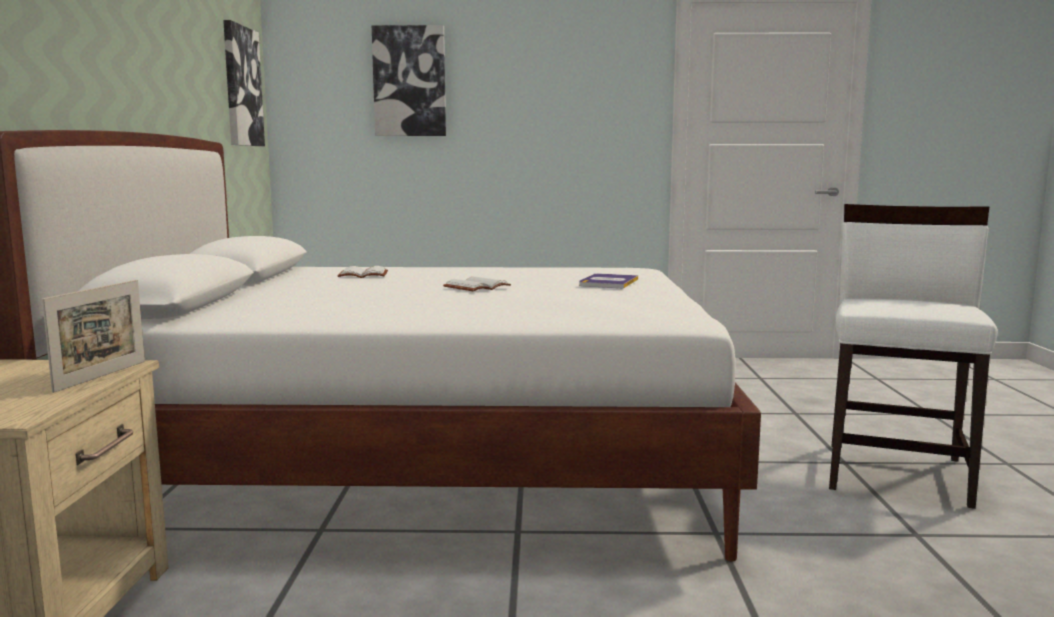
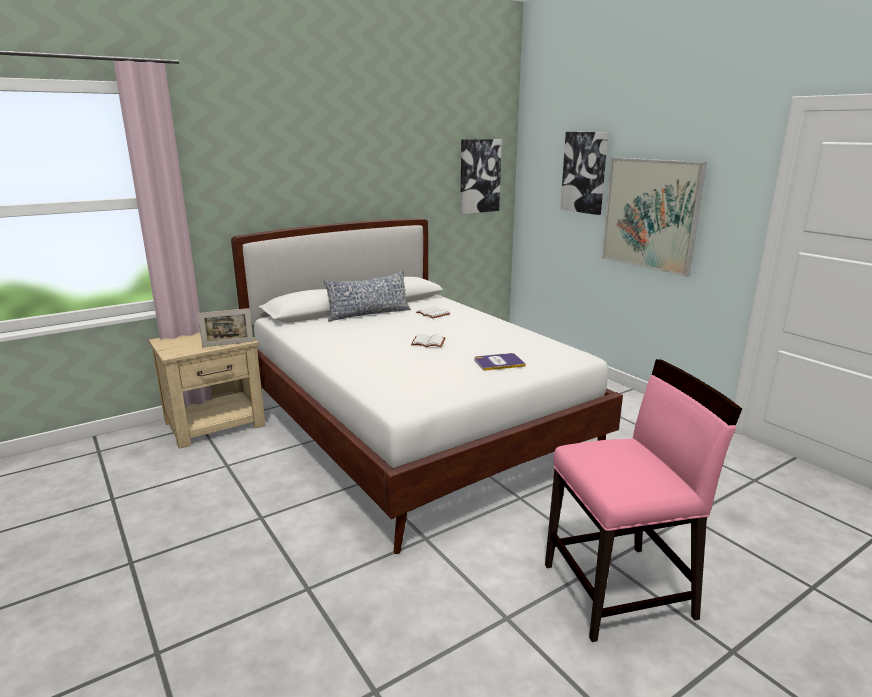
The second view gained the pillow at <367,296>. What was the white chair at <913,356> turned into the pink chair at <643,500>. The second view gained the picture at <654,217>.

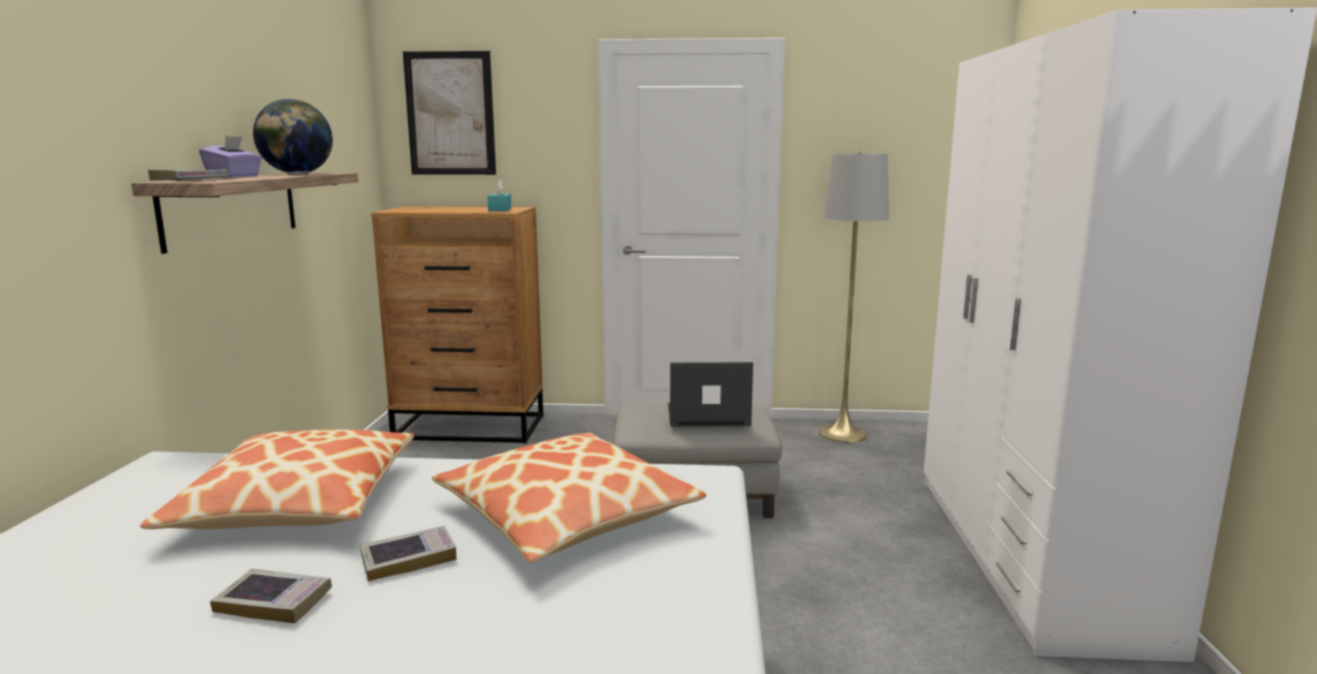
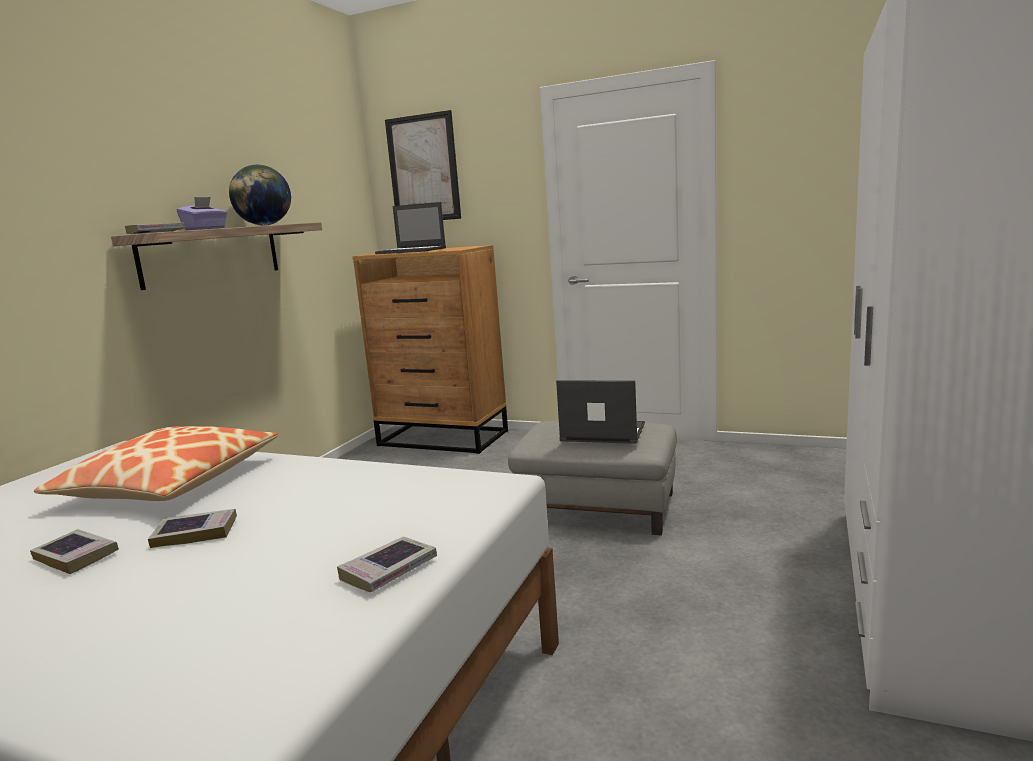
The second view gained the book at <387,564>. The second view gained the laptop at <410,228>. The second view lost the pillow at <569,497>. The second view lost the turquoise tissue box at <500,195>. The second view lost the grey floor lamp at <854,297>.

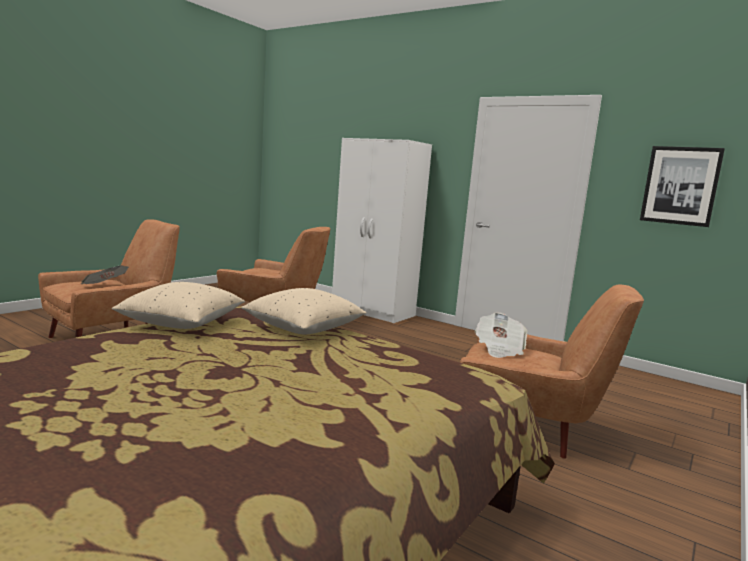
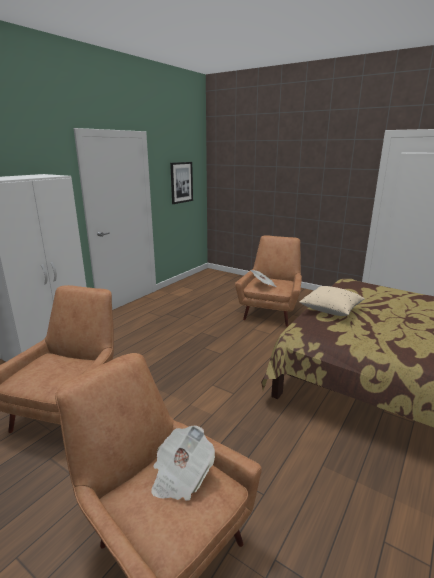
The second view lost the beige pillow at <178,305>.

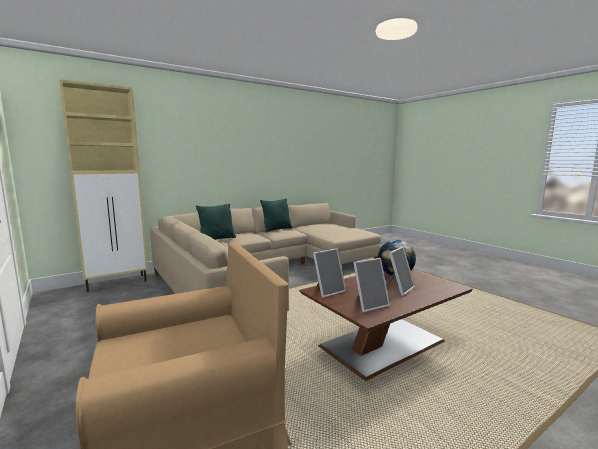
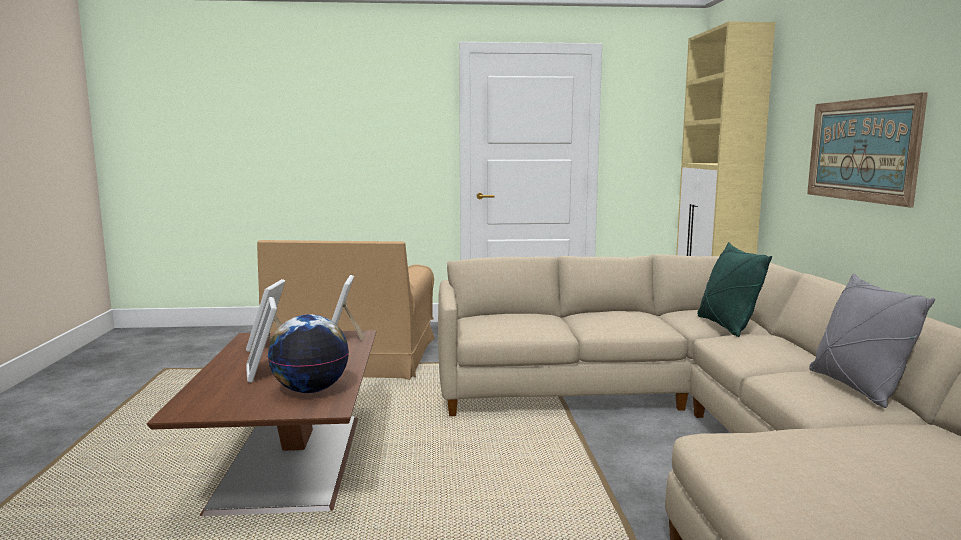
The second view gained the picture at <867,149>. What was the green pillow at <276,215> turned into the grey pillow at <872,341>.

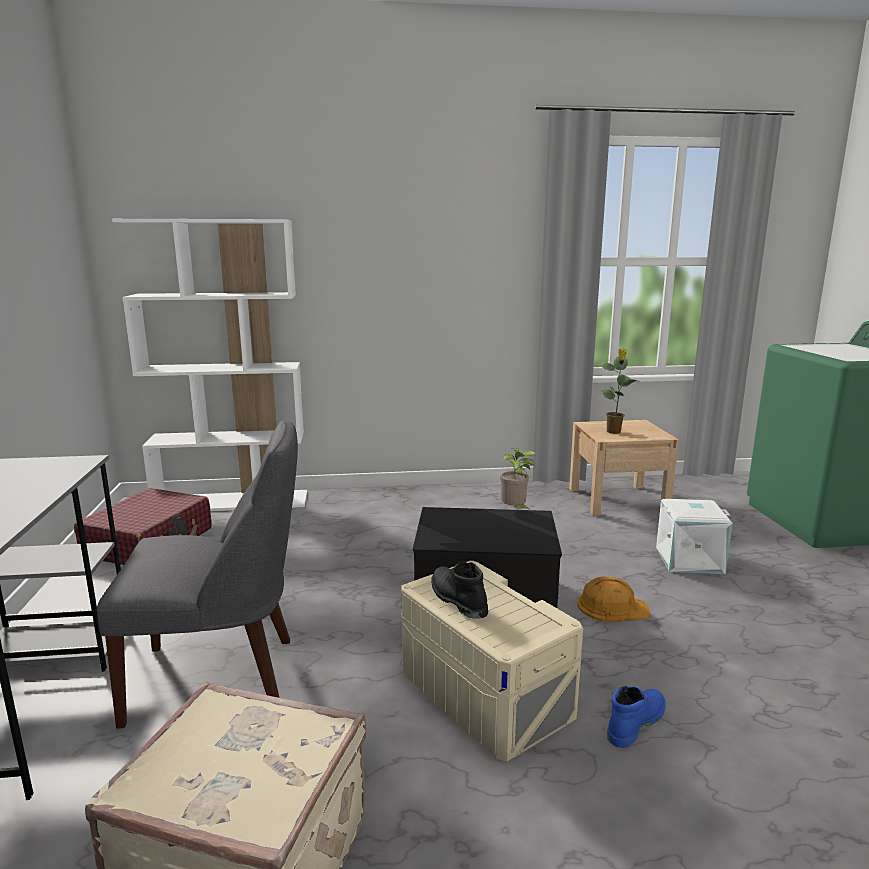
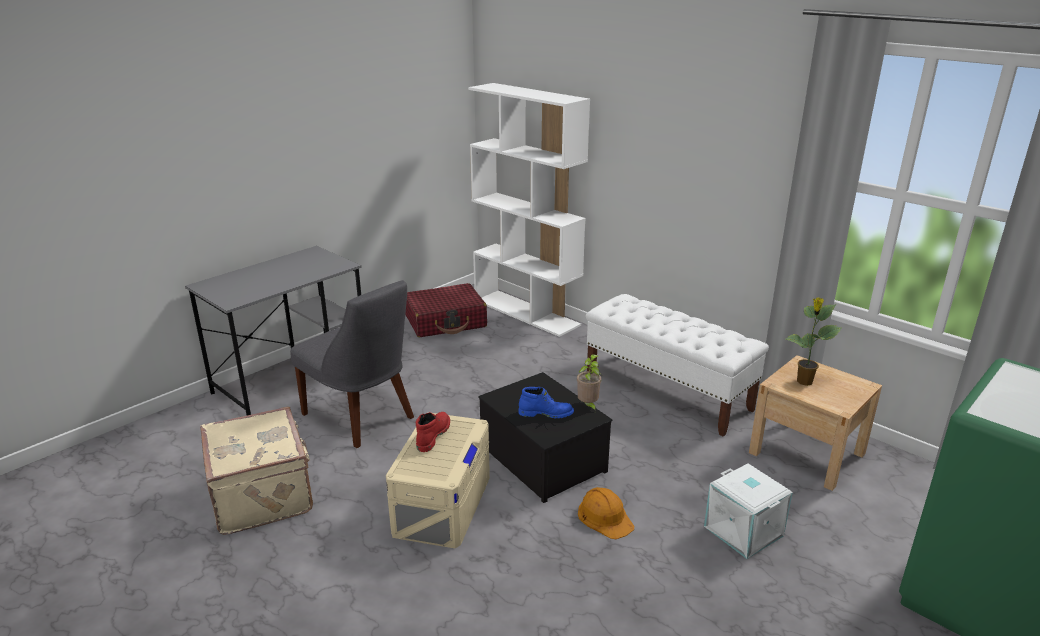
What was the black boot at <459,590> turned into the red boot at <433,432>. The blue boot ended up elsewhere, having gone from <636,717> to <546,403>. The second view gained the white bench at <677,365>.

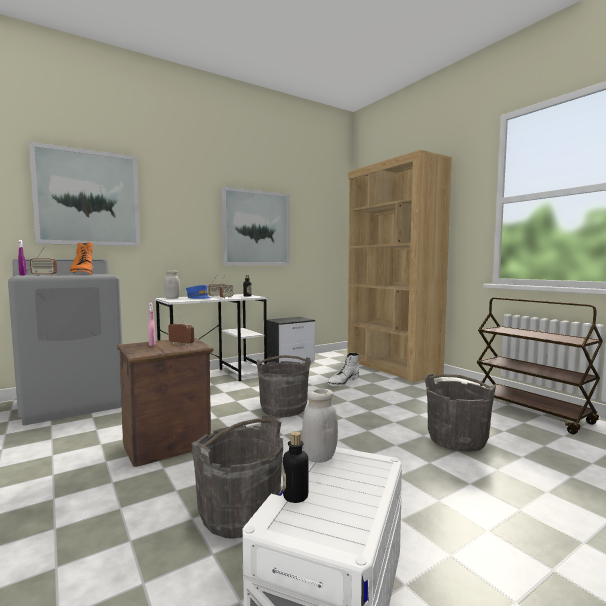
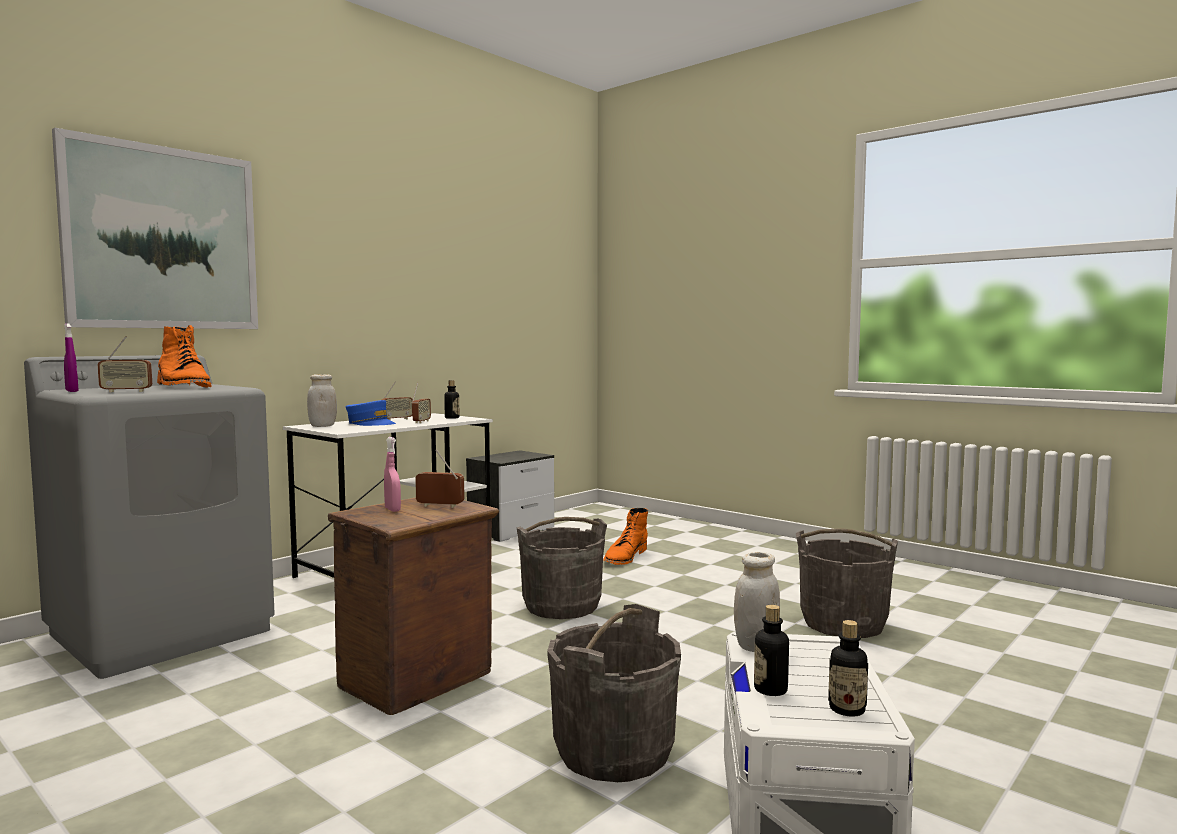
What was the white boot at <343,369> turned into the orange boot at <625,536>. The second view gained the bottle at <848,668>. The second view lost the picture at <255,226>. The second view lost the brown bookcase at <399,266>. The second view lost the brown cart at <540,366>.

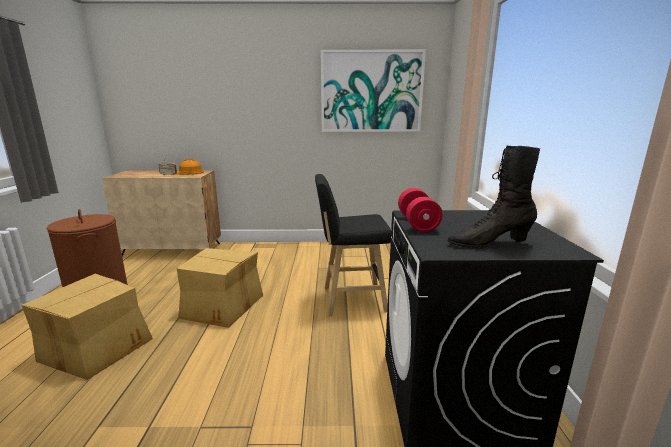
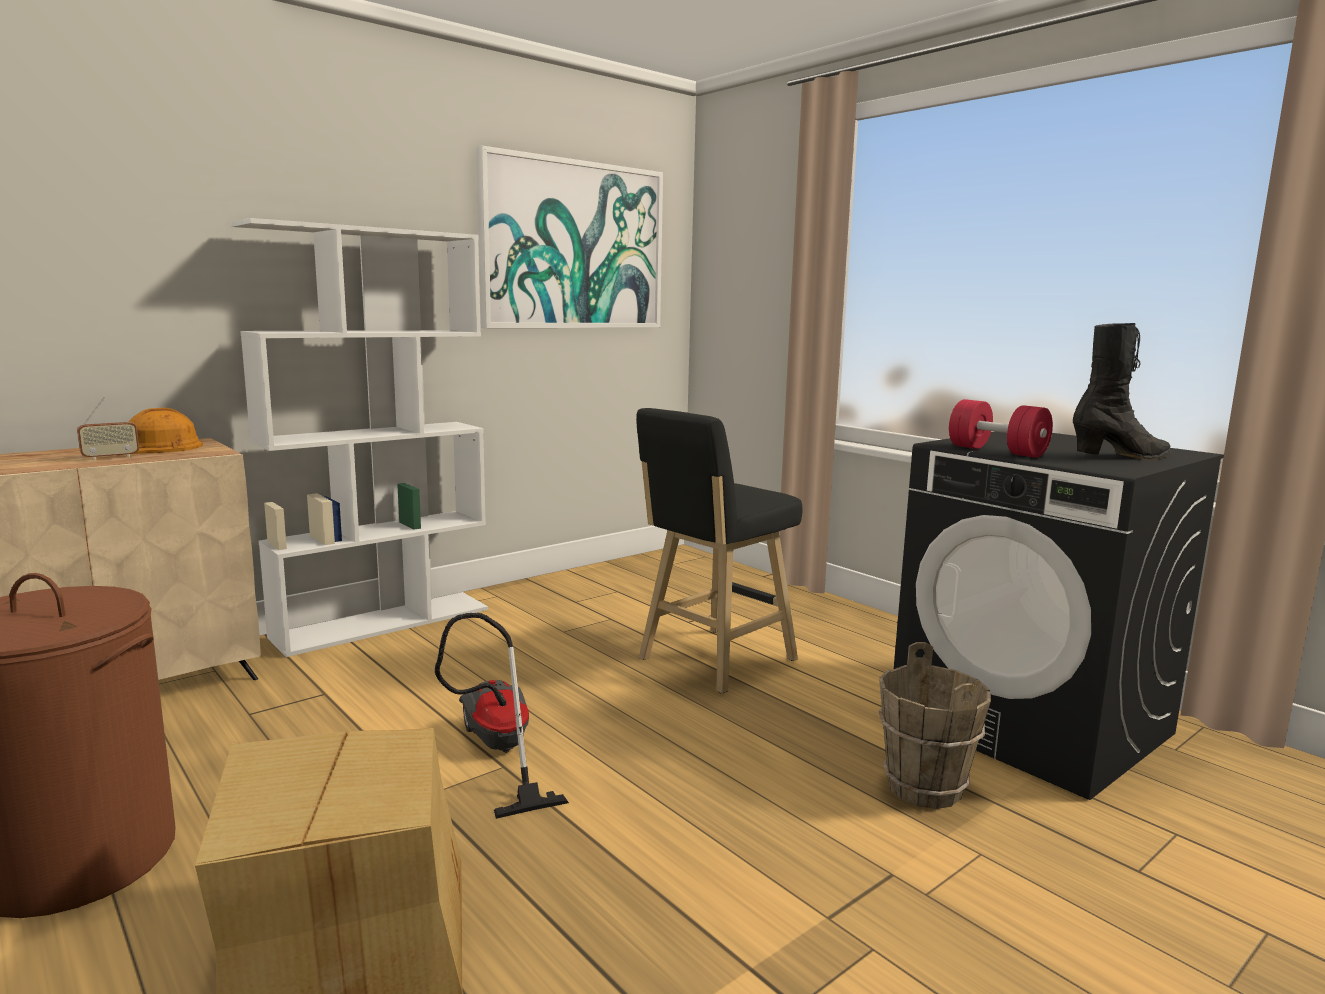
The second view gained the white bookcase at <359,437>. Where the cardboard box stood at <220,288>, the vacuum cleaner came to stand at <502,716>. The second view gained the brown bucket at <934,725>. The black boot at <493,196> ended up facing another way, 150 degrees counterclockwise from before.

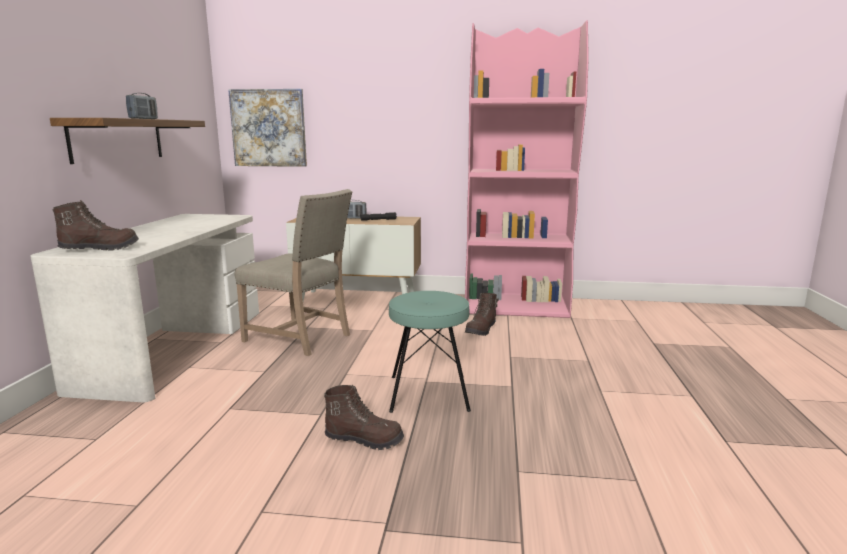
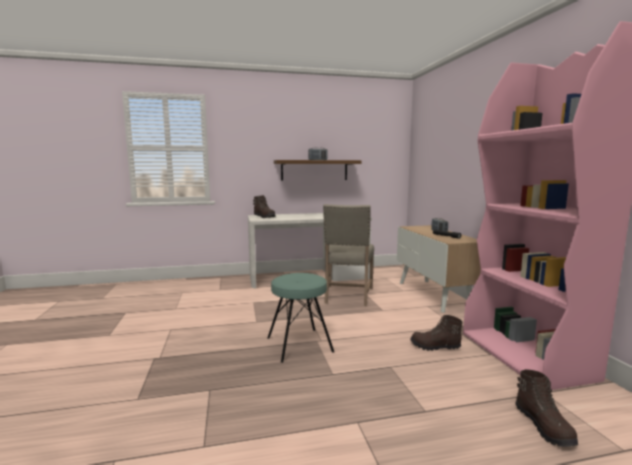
The brown boot ended up elsewhere, having gone from <364,417> to <546,408>. The second view lost the picture at <267,128>.

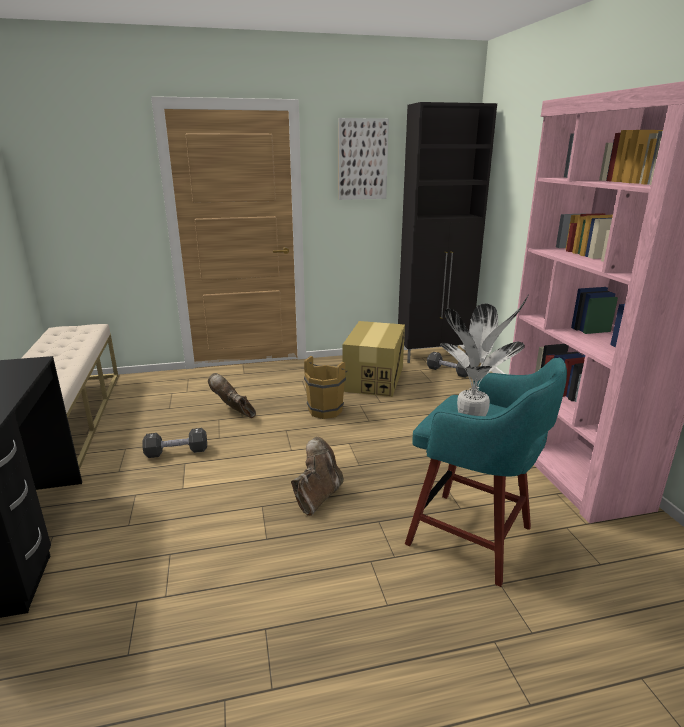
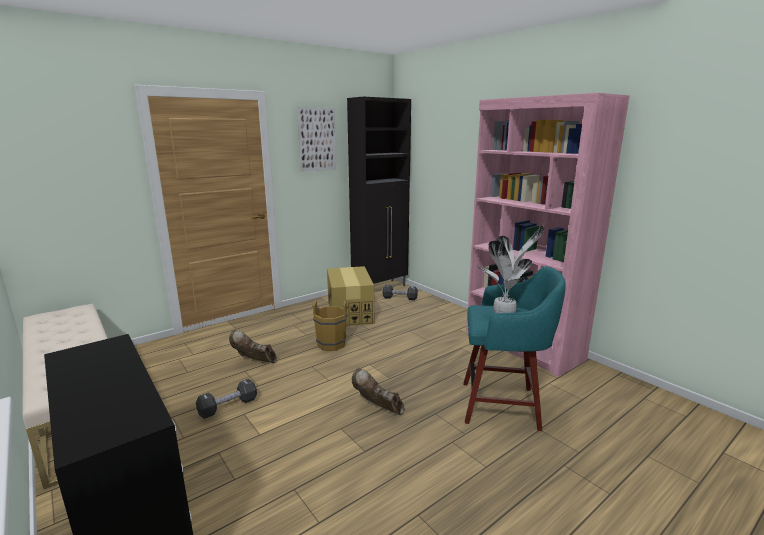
The brown boot at <317,476> ended up facing another way, 60 degrees counterclockwise from before.

